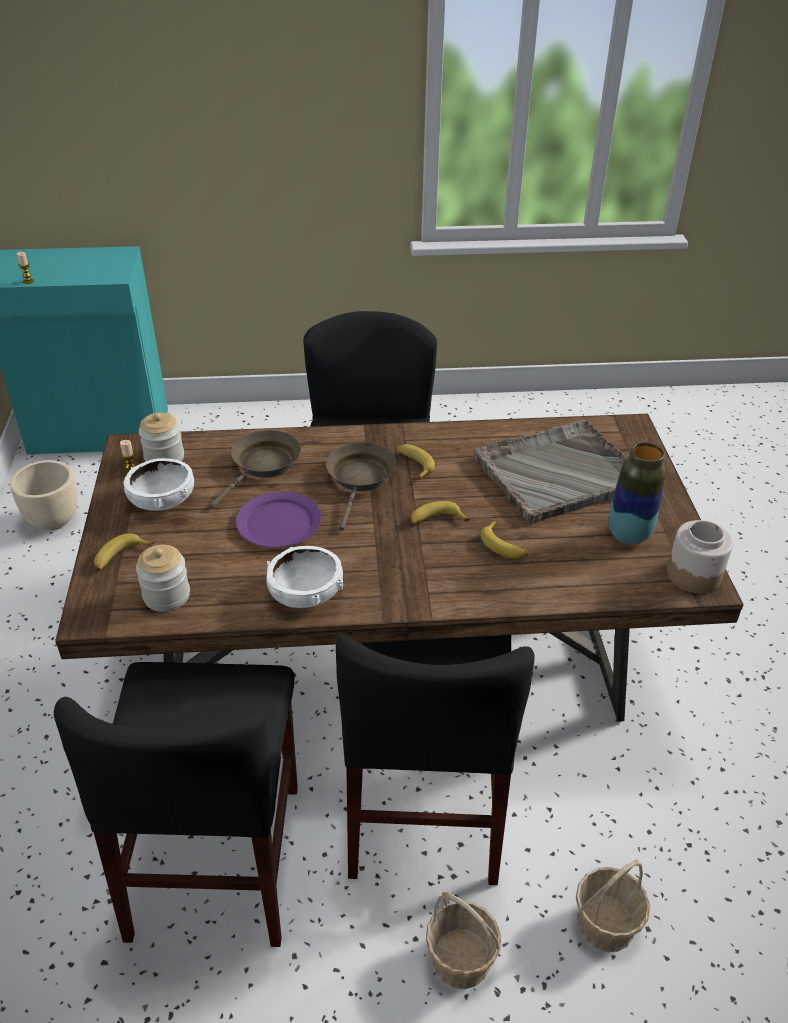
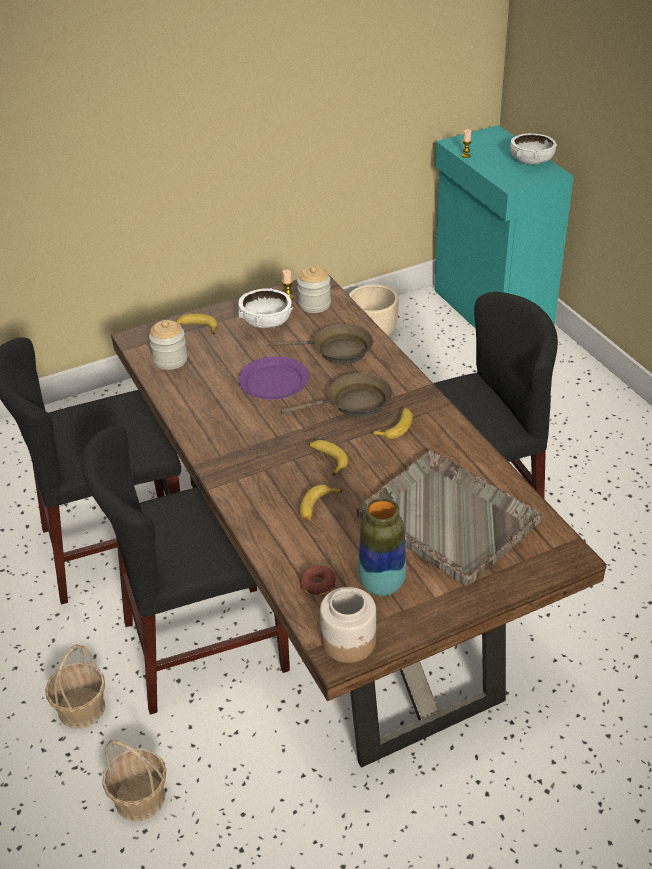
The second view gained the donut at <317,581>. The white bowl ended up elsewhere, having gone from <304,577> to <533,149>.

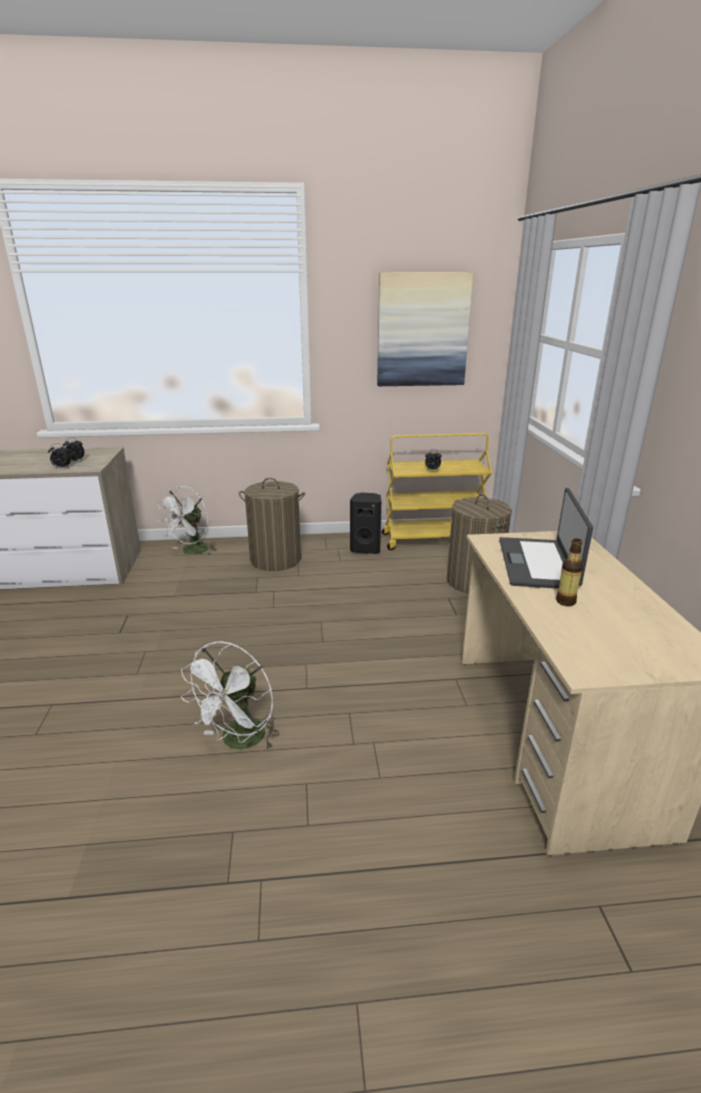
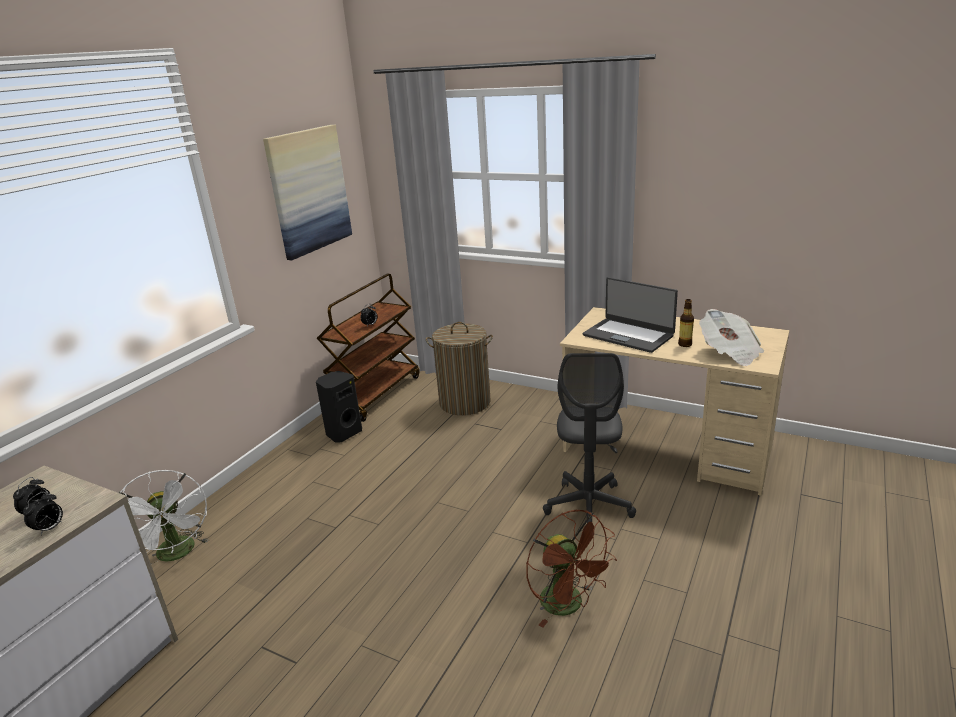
What was the yellow cart at <437,491> turned into the brown cart at <368,348>. What was the white fan at <230,695> turned into the brown fan at <571,568>. The second view gained the grey office chair at <589,438>. The second view gained the newspaper at <731,337>. The second view lost the laundry basket at <272,524>.

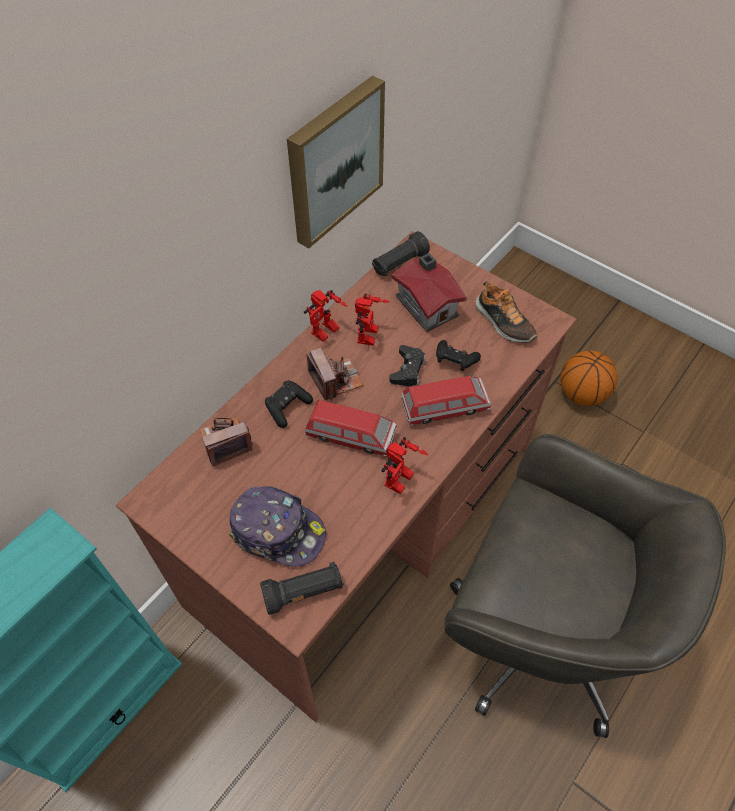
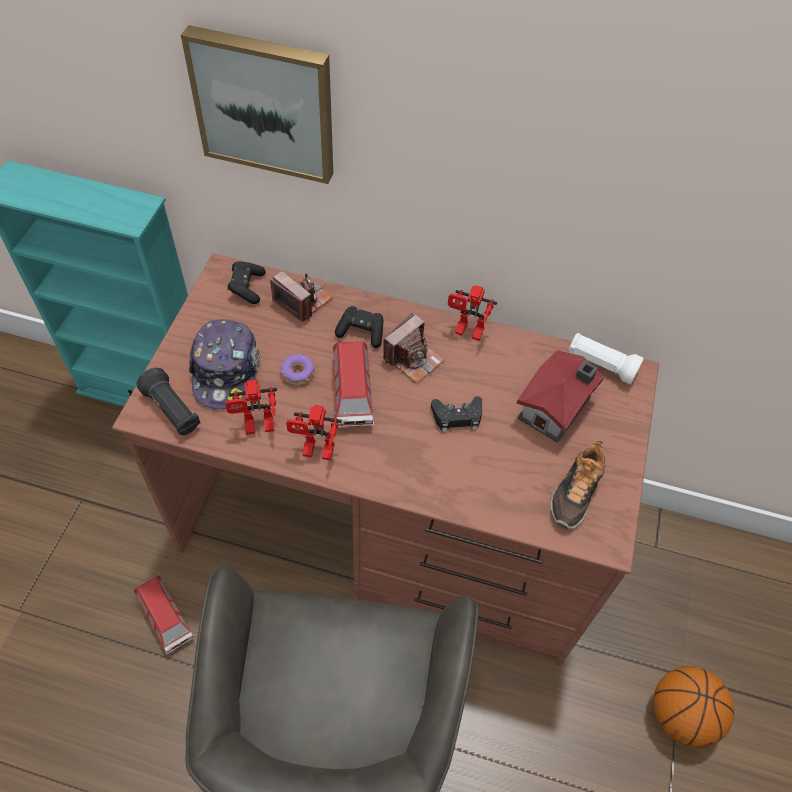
The toy car ended up elsewhere, having gone from <446,400> to <164,615>. The picture ended up elsewhere, having gone from <336,162> to <257,104>. The toy robot ended up elsewhere, having gone from <372,320> to <251,407>. The black game controller ended up elsewhere, having gone from <458,355> to <247,282>. The second view gained the donut at <298,370>. What was the black flashlight at <401,254> turned into the white flashlight at <606,359>.

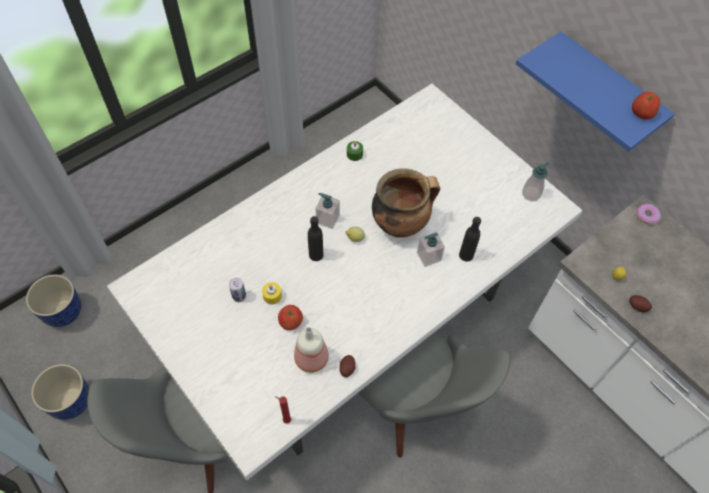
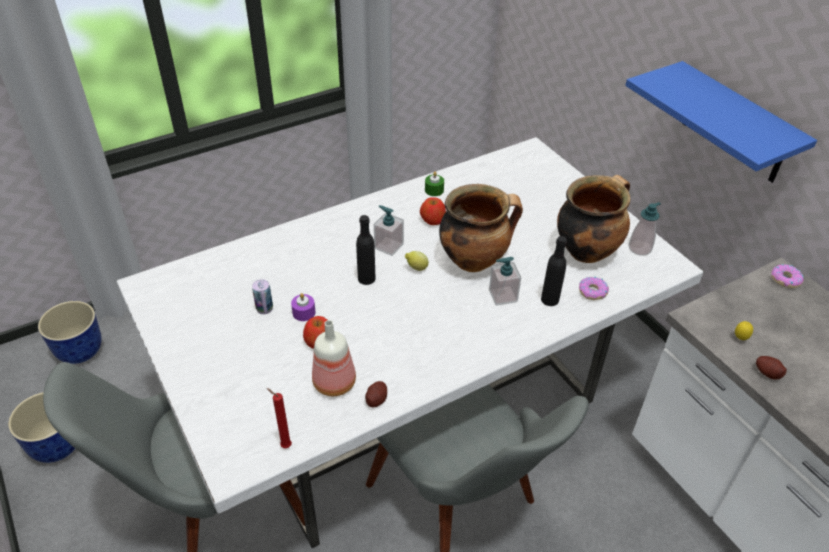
What was the yellow candle at <272,293> turned into the purple candle at <303,307>. The apple ended up elsewhere, having gone from <646,106> to <433,211>. The second view gained the cooking pot at <593,219>. The second view gained the donut at <594,288>.

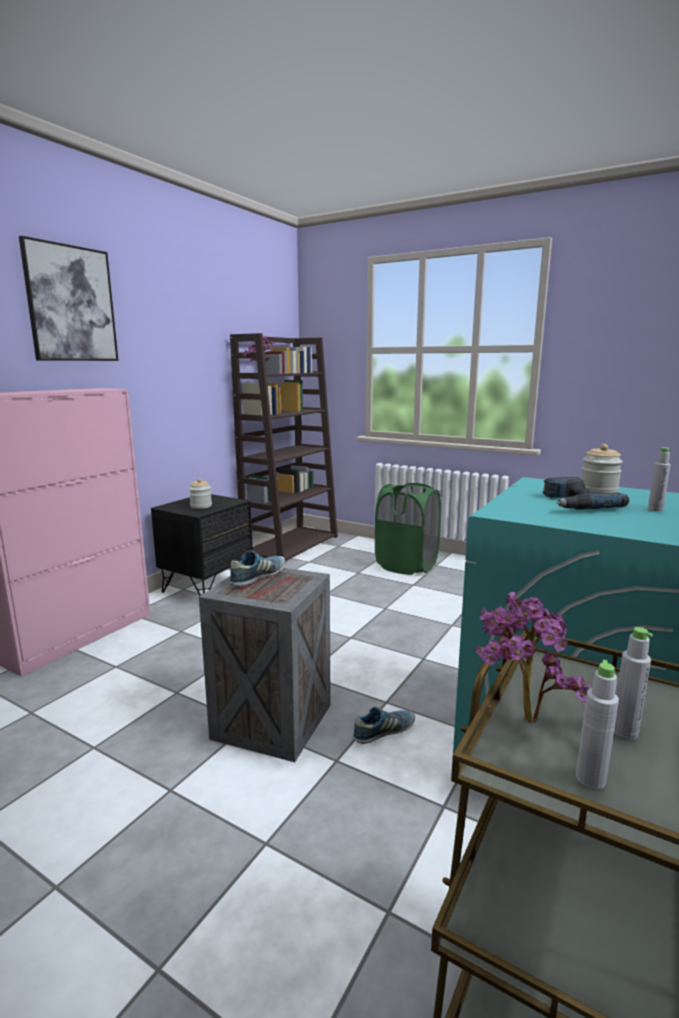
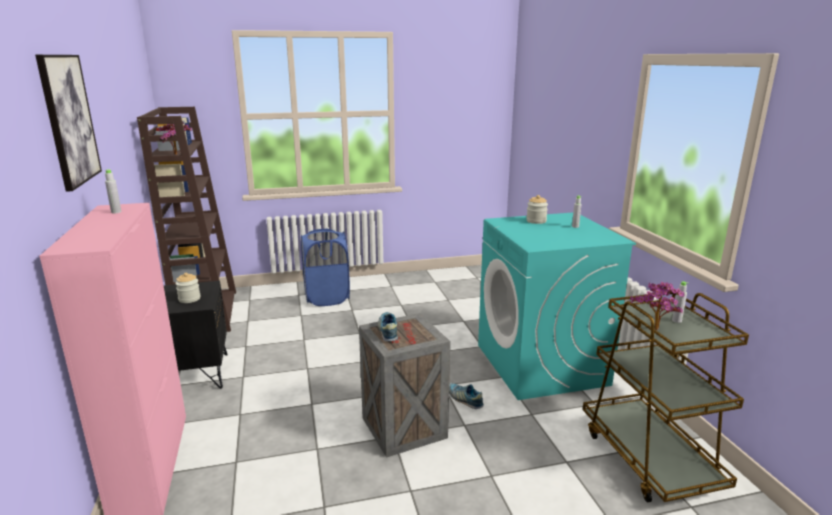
The grey bottle ended up elsewhere, having gone from <597,724> to <113,191>. What was the green laundry basket at <408,529> turned into the blue laundry basket at <325,267>. The shoe at <384,725> ended up facing another way, 60 degrees counterclockwise from before. The second view lost the power drill at <586,493>.

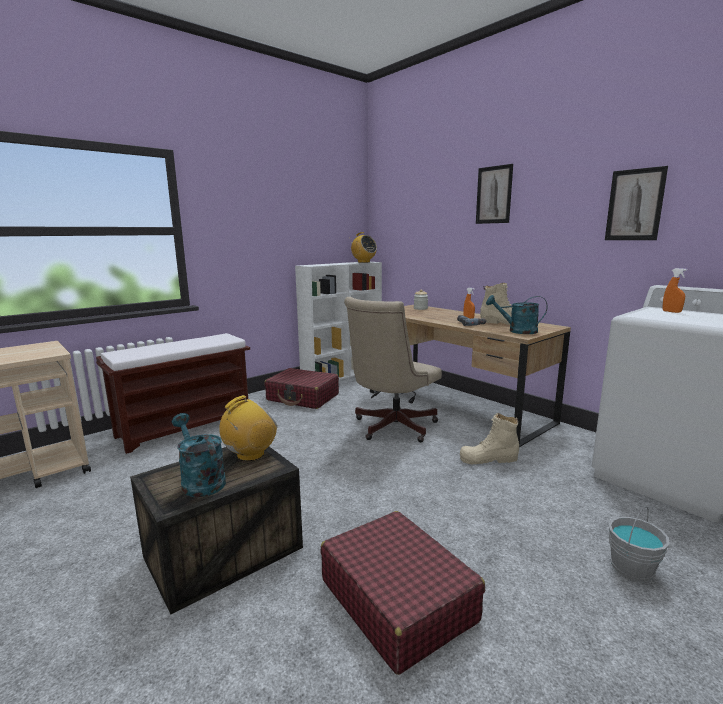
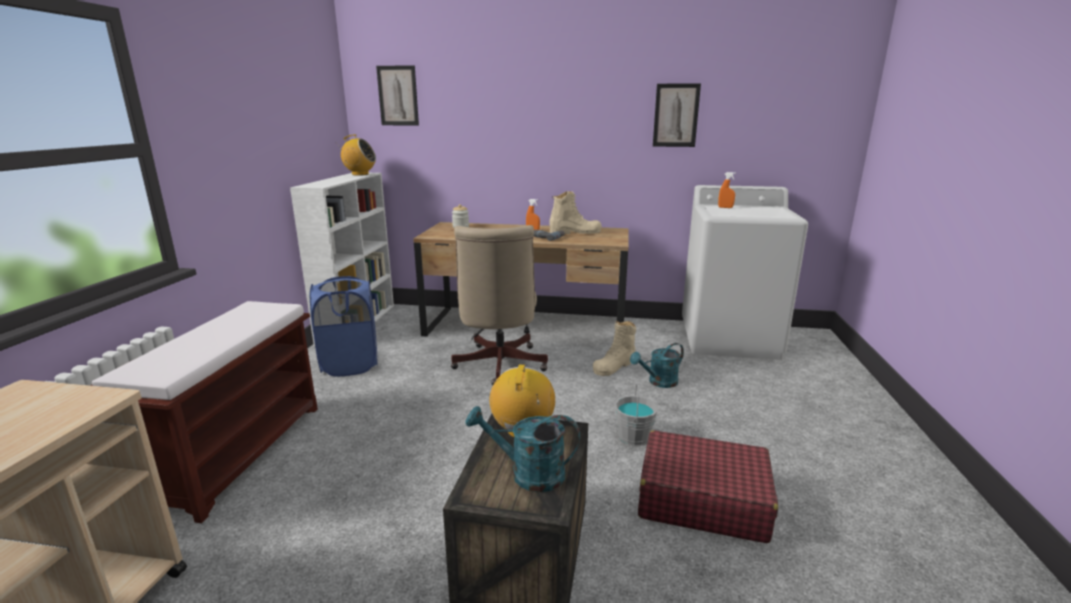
Where the red suitcase stood at <301,388>, the blue laundry basket came to stand at <344,326>. The picture ended up elsewhere, having gone from <494,194> to <397,95>. The grey bucket ended up elsewhere, having gone from <639,544> to <636,414>. The turquoise watering can ended up elsewhere, having gone from <517,314> to <657,365>.

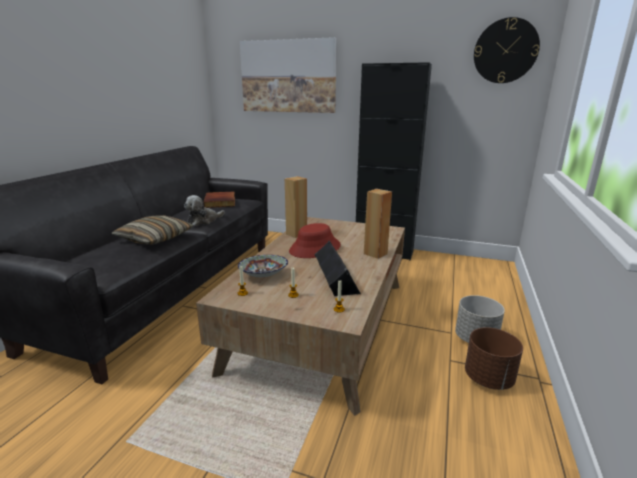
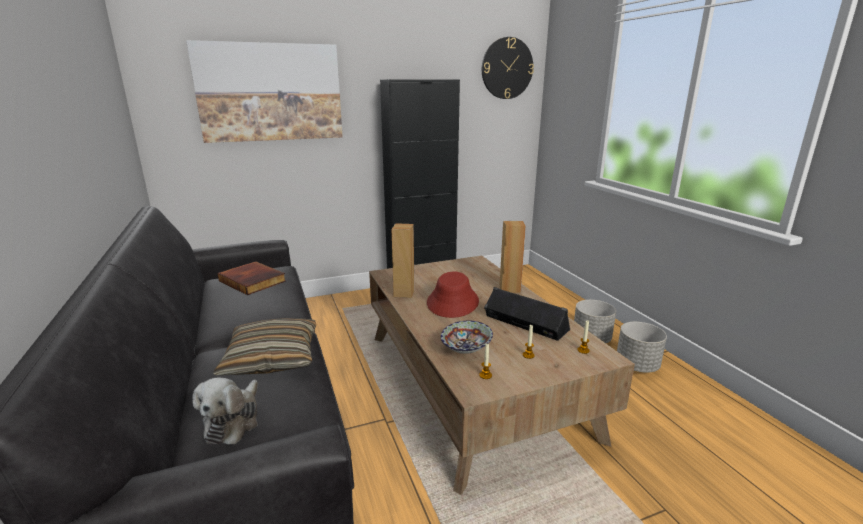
The plush toy ended up elsewhere, having gone from <204,210> to <225,410>. What was the brown planter at <494,358> turned into the grey planter at <642,347>.

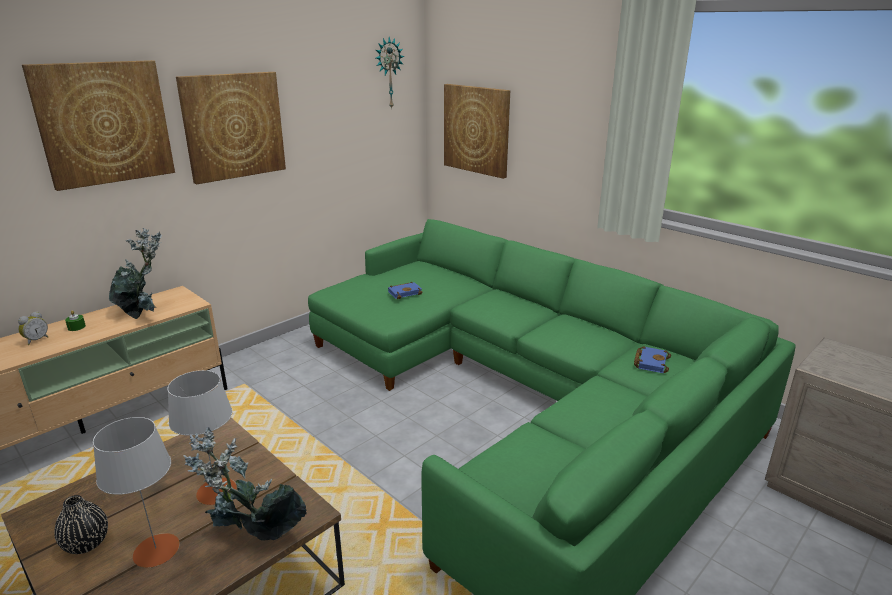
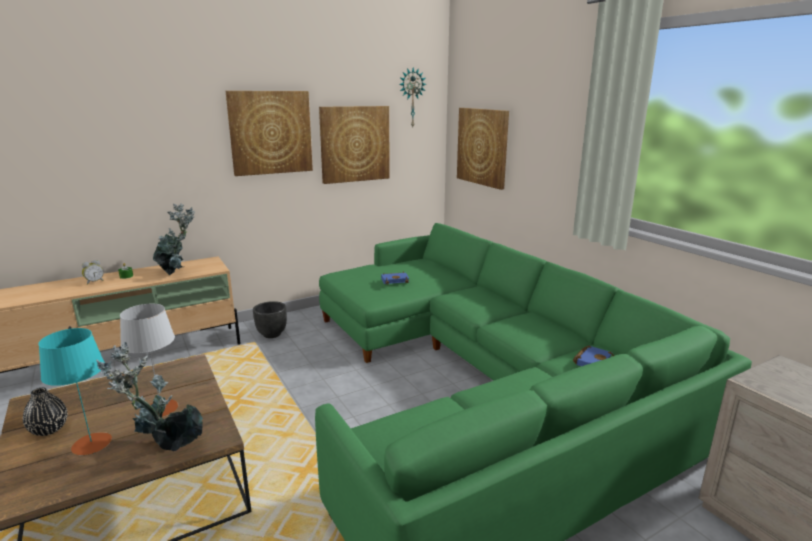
What was the grey table lamp at <136,492> turned into the turquoise table lamp at <75,391>. The second view gained the black planter at <270,319>. The picture ended up elsewhere, having gone from <98,125> to <354,145>.

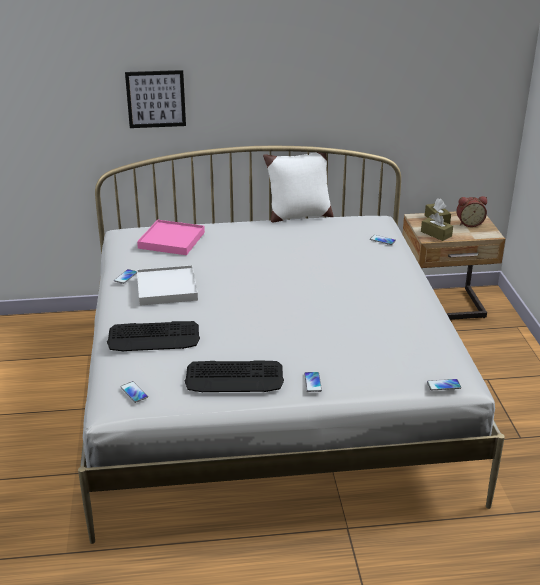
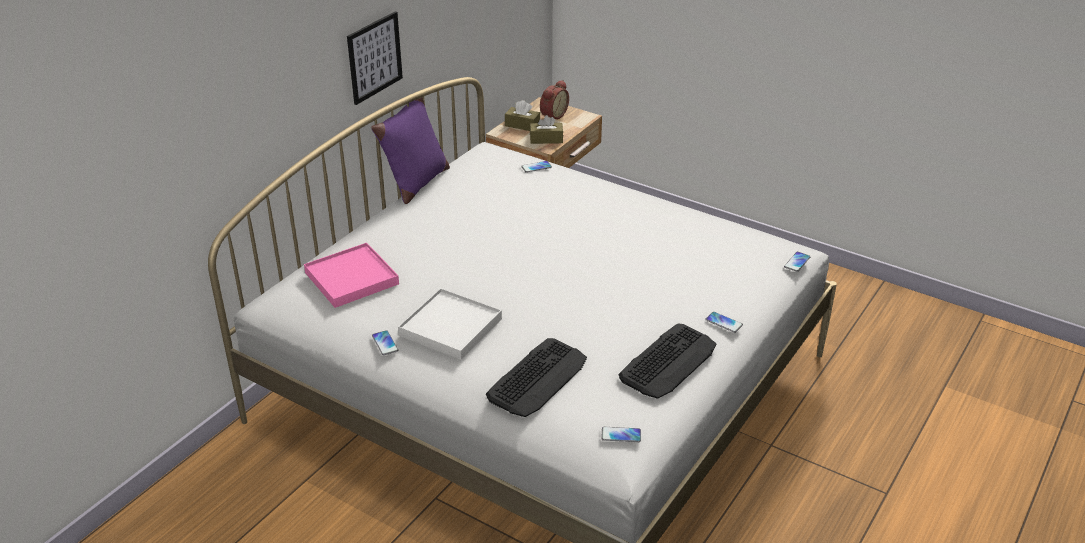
The picture ended up elsewhere, having gone from <155,99> to <375,58>. What was the white pillow at <298,187> turned into the purple pillow at <410,150>.

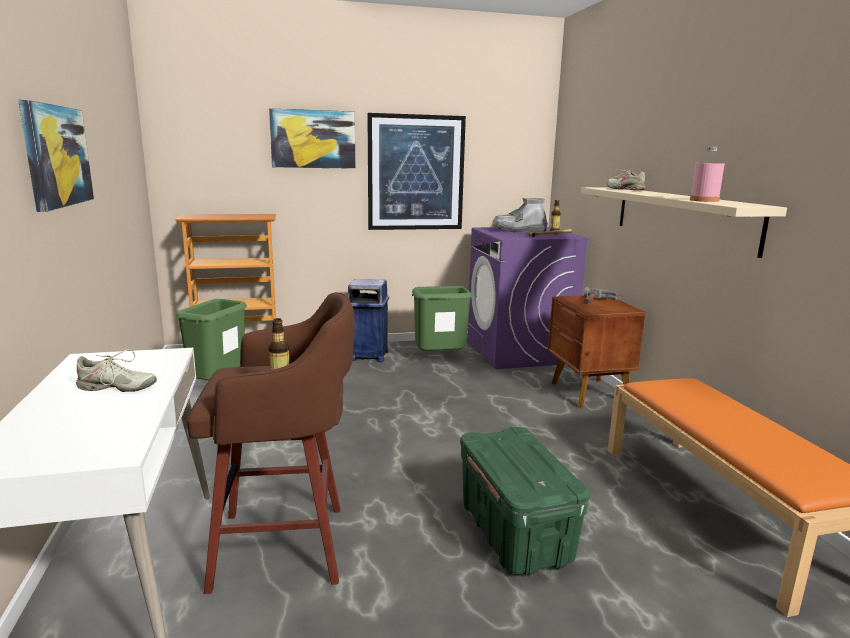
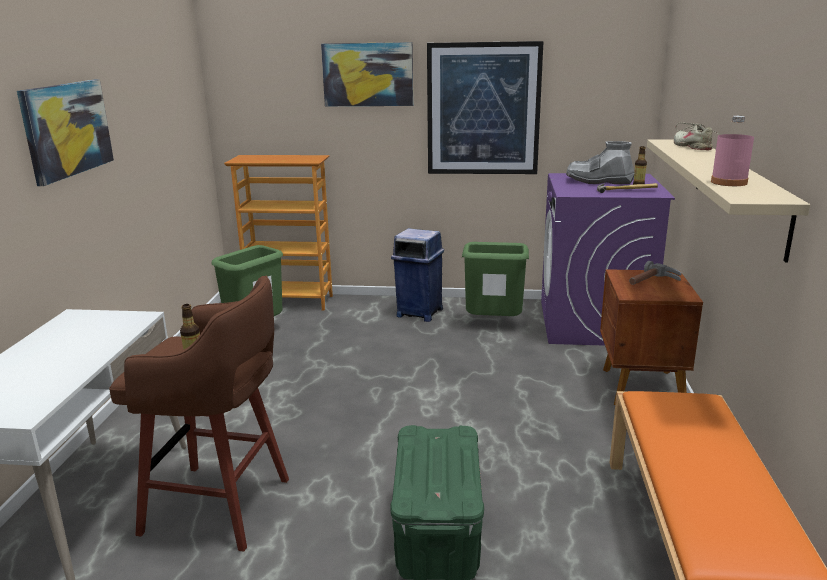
The second view lost the beige shoe at <116,370>.

